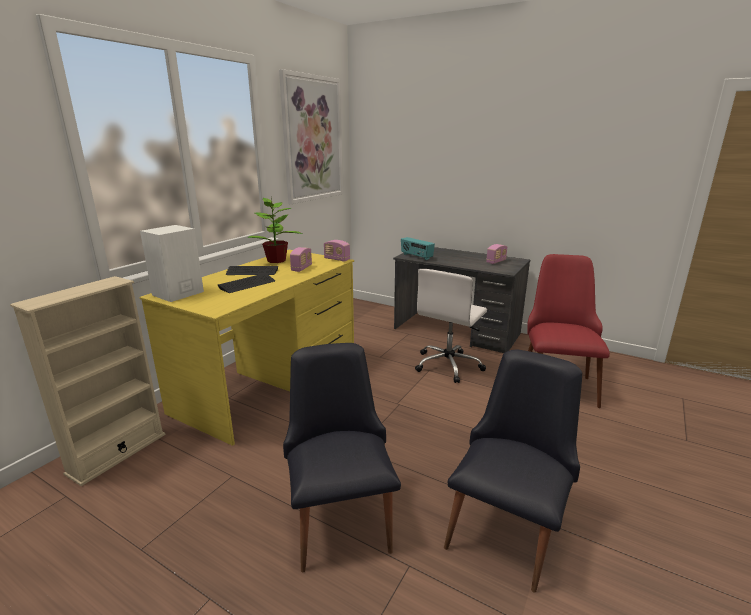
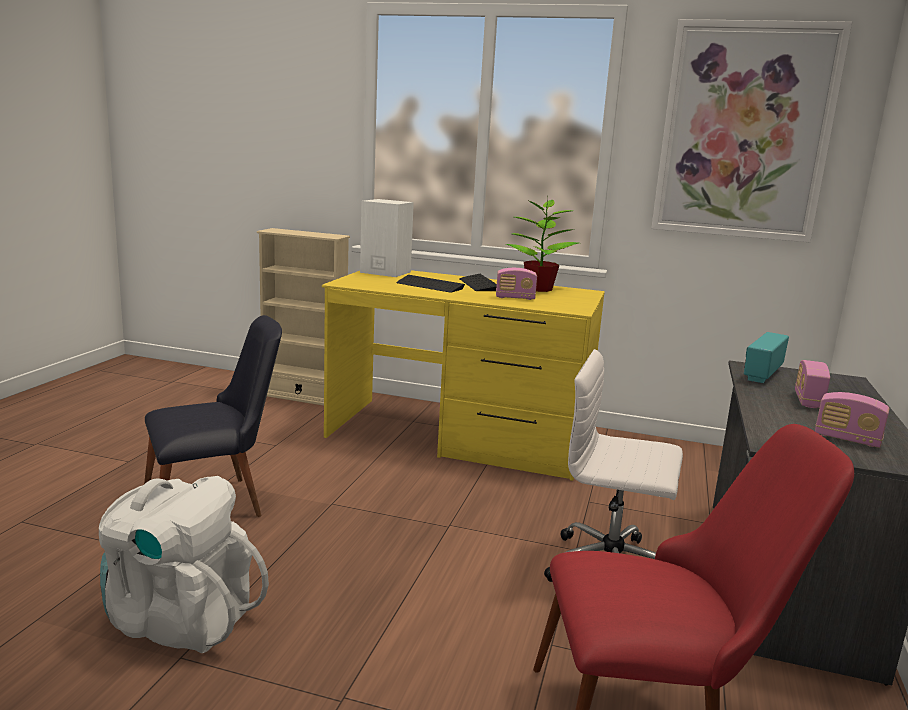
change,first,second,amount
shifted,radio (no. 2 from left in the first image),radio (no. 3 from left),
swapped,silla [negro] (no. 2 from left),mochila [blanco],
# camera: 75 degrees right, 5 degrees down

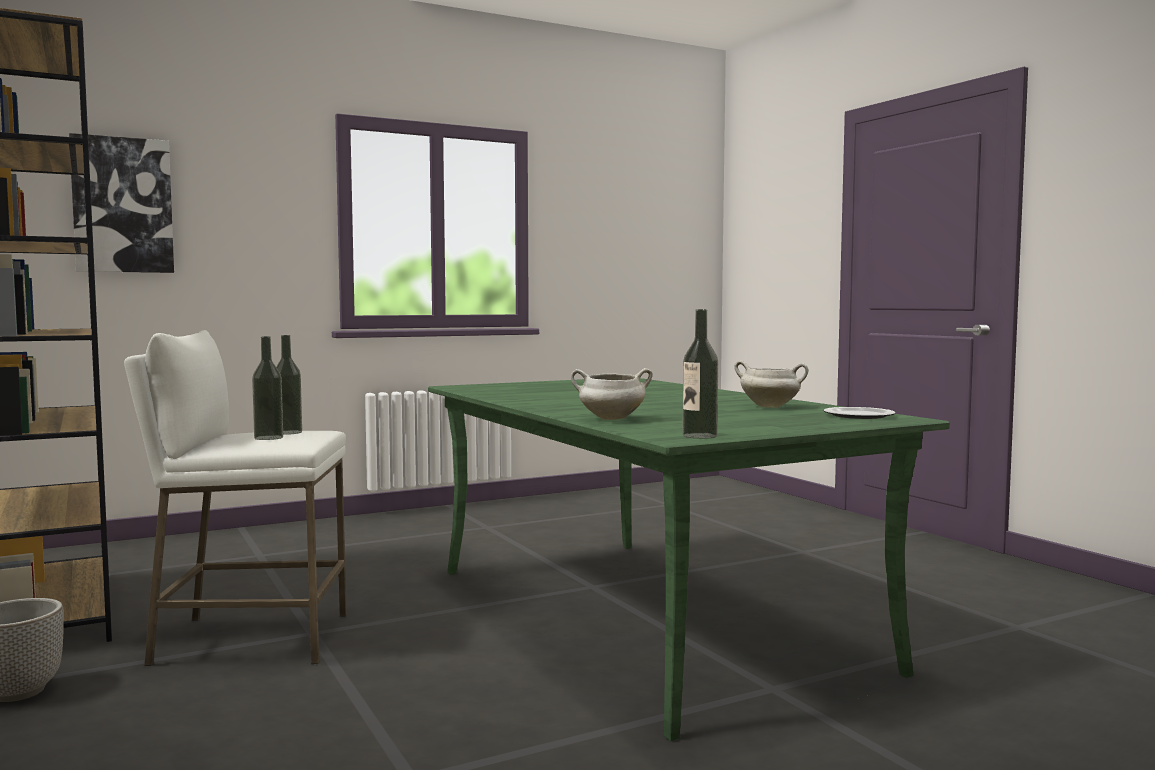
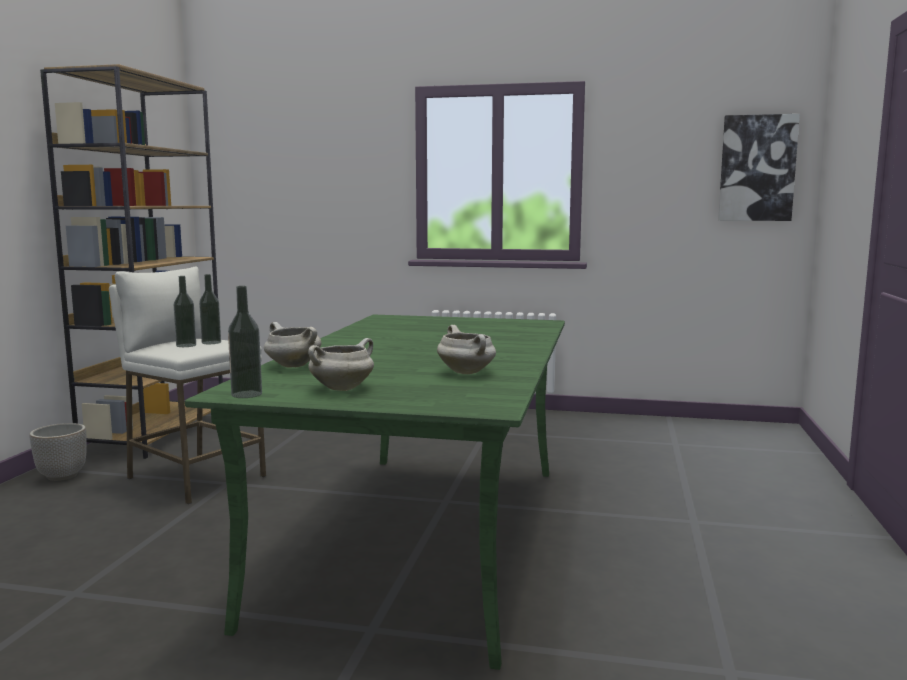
change,first,second,amount
shifted,cuadro,,
gone,plato,,
new,,olla [blanco] (no. 2 from left),
# camera: 40 degrees right, 5 degrees up

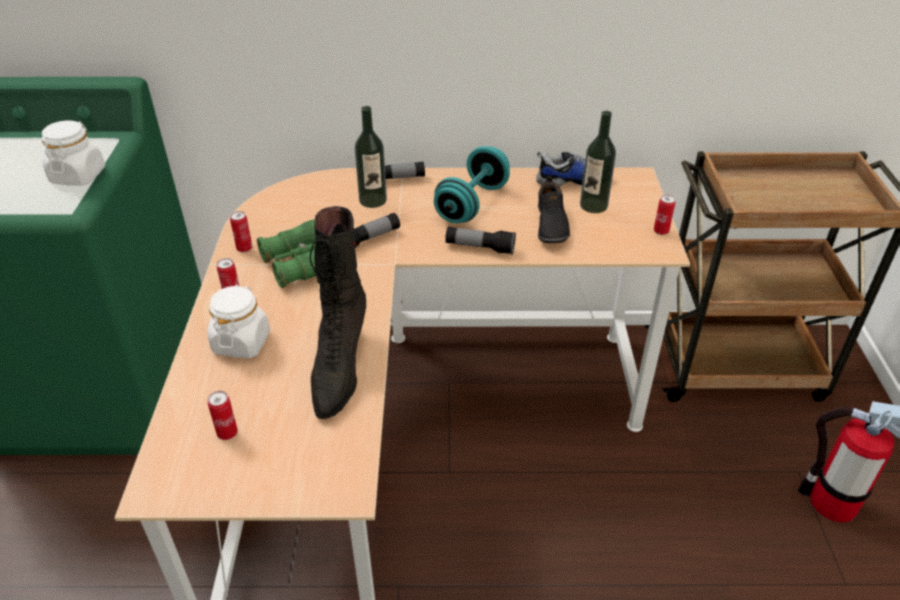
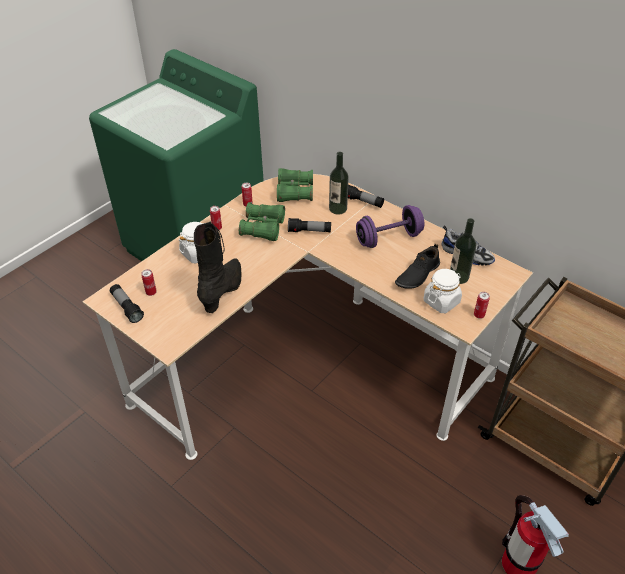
change,first,second,amount
shifted,tarro [blanco] (no. 1 from left in the first image),tarro [blanco] (no. 2 from left),
repainted,mancuerna [turquesa],mancuerna [morado],
rotated,bota [negro],,150 degrees clockwise
shifted,linterna (no. 3 from left in the first image),linterna (no. 1 from left),
new,,prismáticos [verde] (no. 2 from left),
# camera: 40 degrees right, 5 degrees up

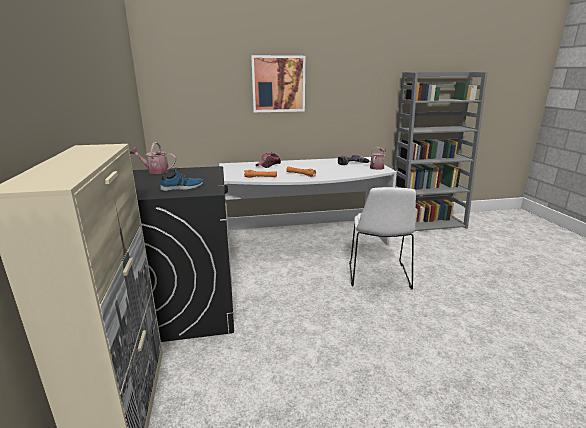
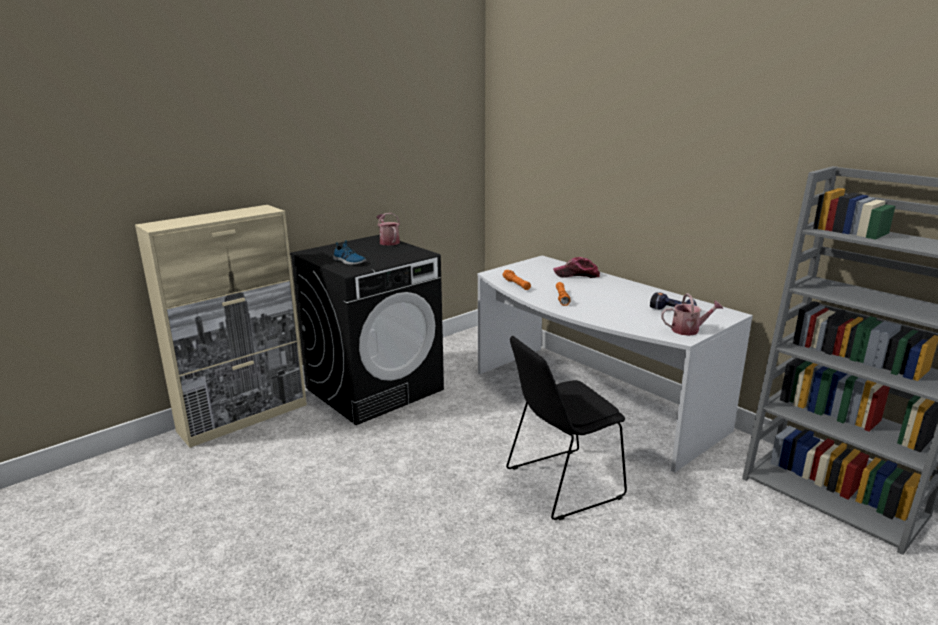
change,first,second,amount
gone,cuadro,,
repainted,silla [blanco],silla [negro],
# camera: 60 degrees right, 0 degrees up

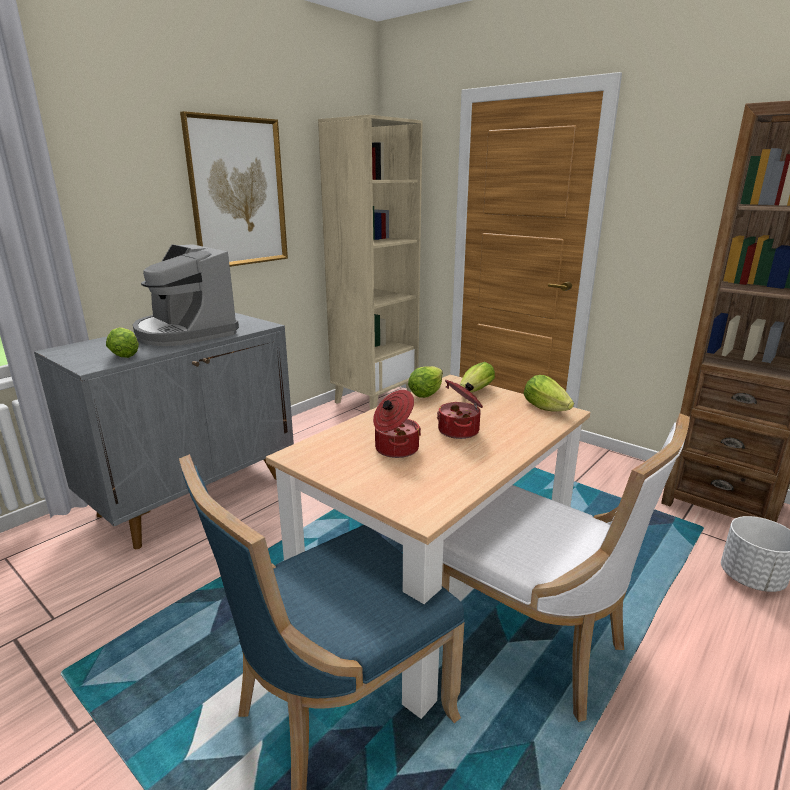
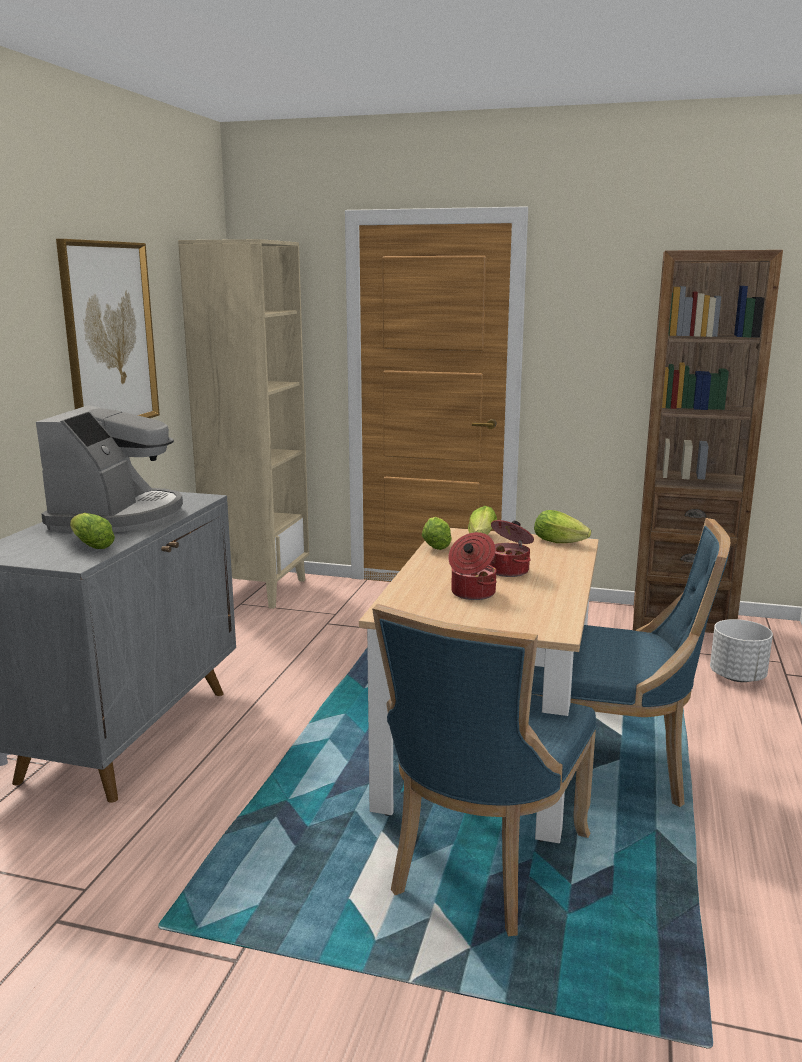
change,first,second,amount
rotated,cafetera,,105 degrees counterclockwise
repainted,silla [blanco],silla [azul] (no. 2 from left),
# camera: 25 degrees left, 5 degrees down

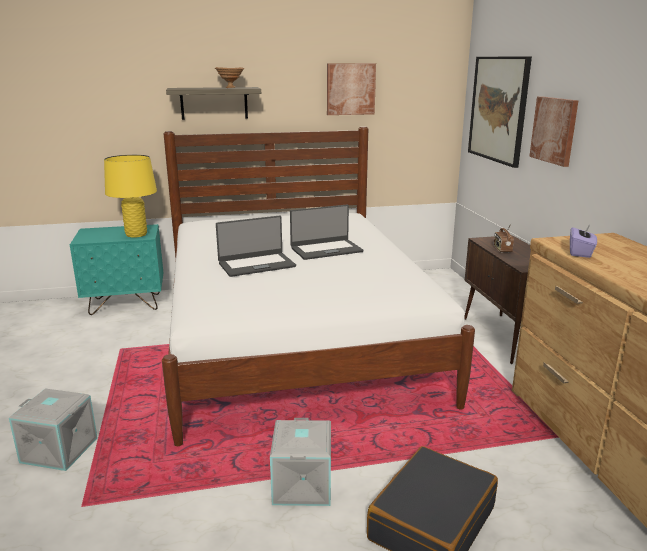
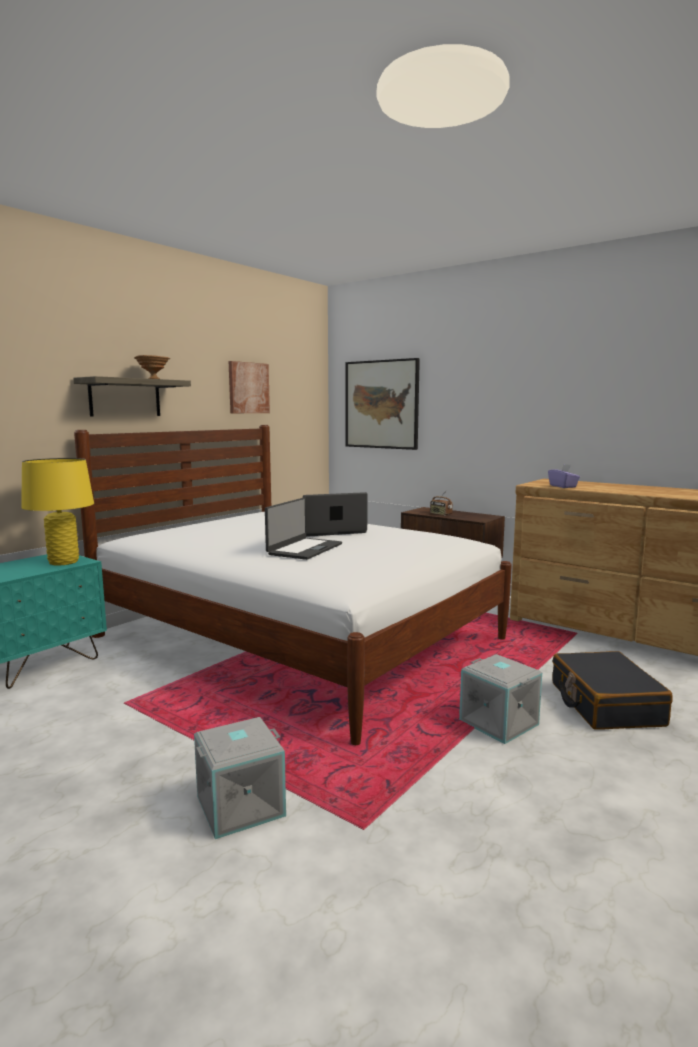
change,first,second,amount
gone,cuadro (no. 3 from left),,
rotated,portátil (no. 2 from left),,135 degrees counterclockwise
# camera: 40 degrees left, 10 degrees down

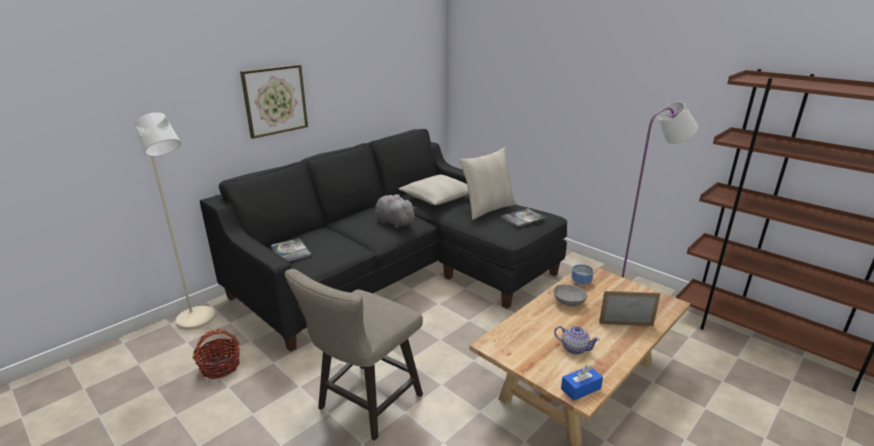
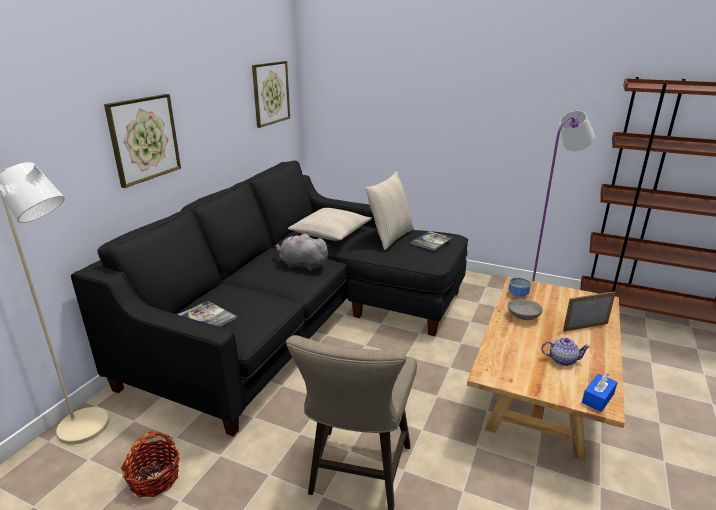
change,first,second,amount
new,,cuadro (no. 2 from left),
# camera: 20 degrees left, 0 degrees up

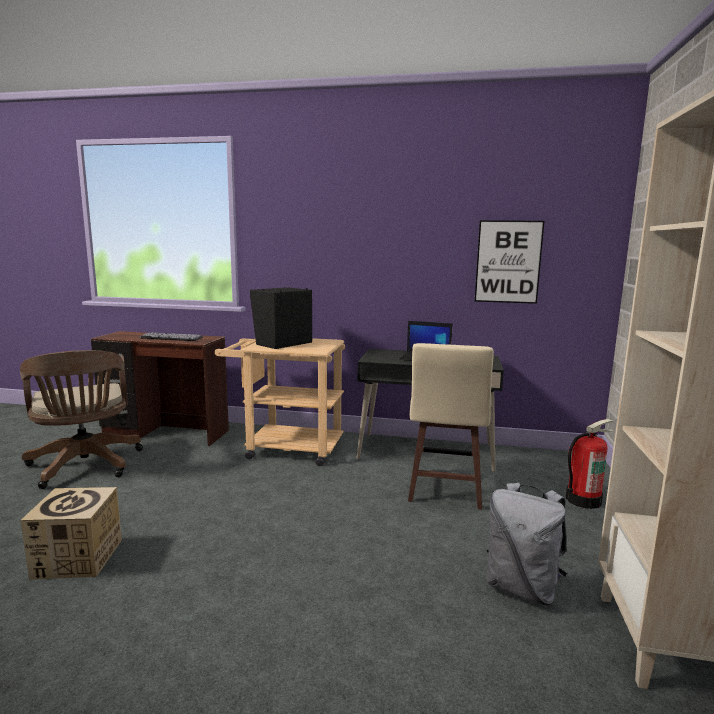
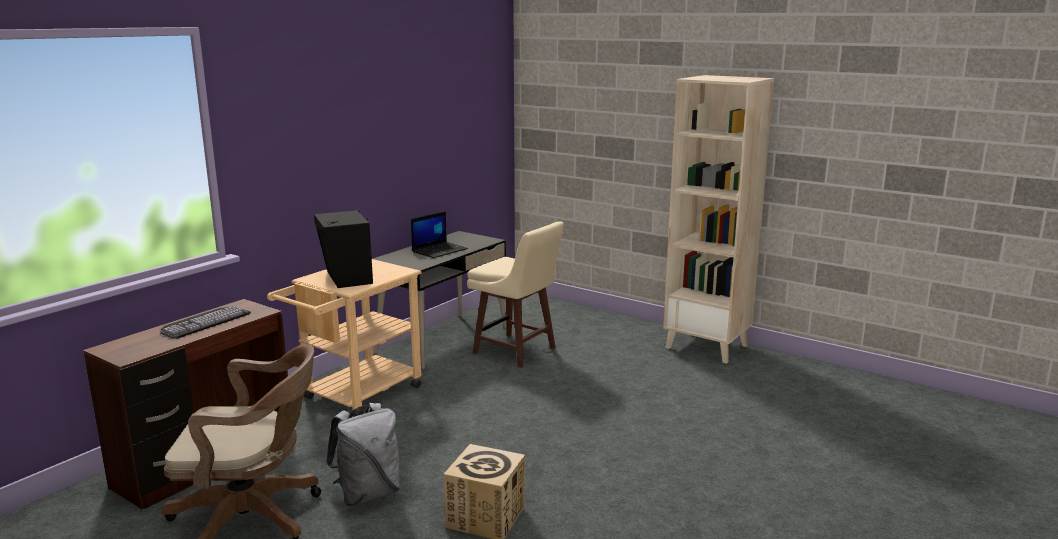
change,first,second,amount
gone,cuadro,,
gone,extintor,,
shifted,mochila [gris],,
# camera: 65 degrees left, 5 degrees up

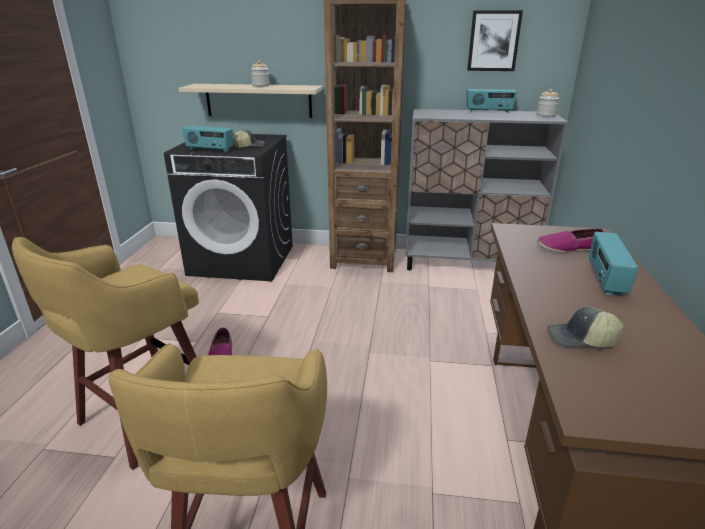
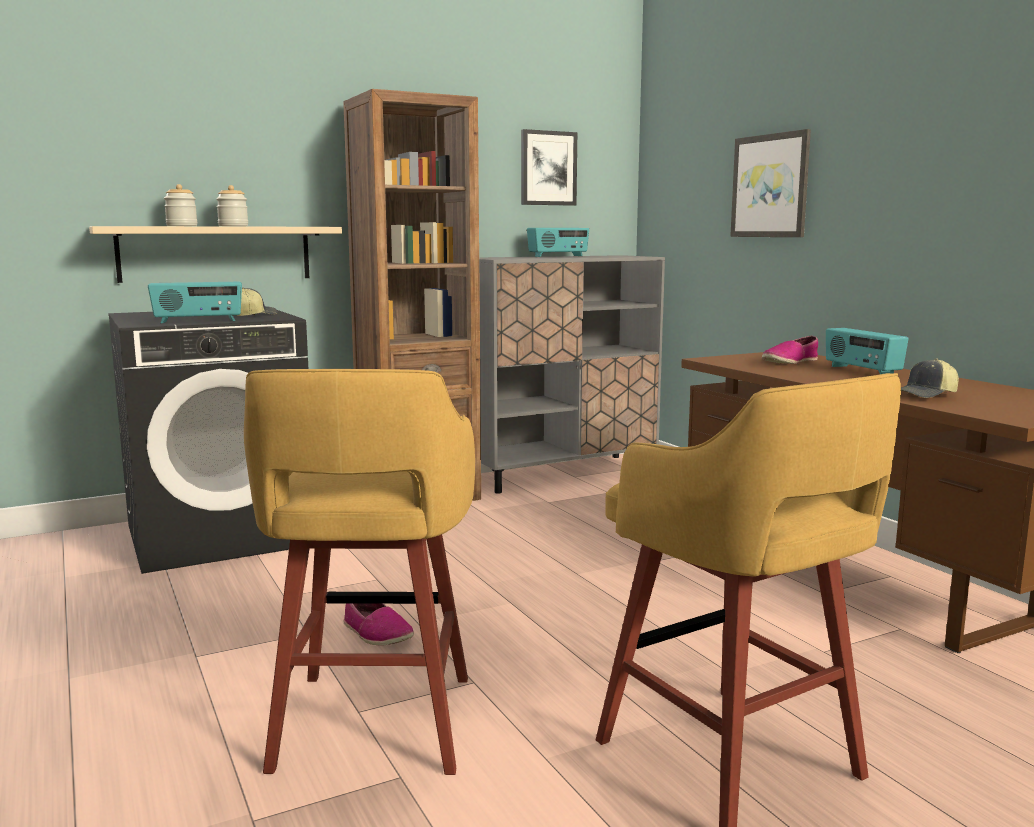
change,first,second,amount
shifted,tarro (no. 2 from left in the first image),tarro (no. 1 from left),
new,,cuadro (no. 2 from left),
# camera: 35 degrees left, 15 degrees down

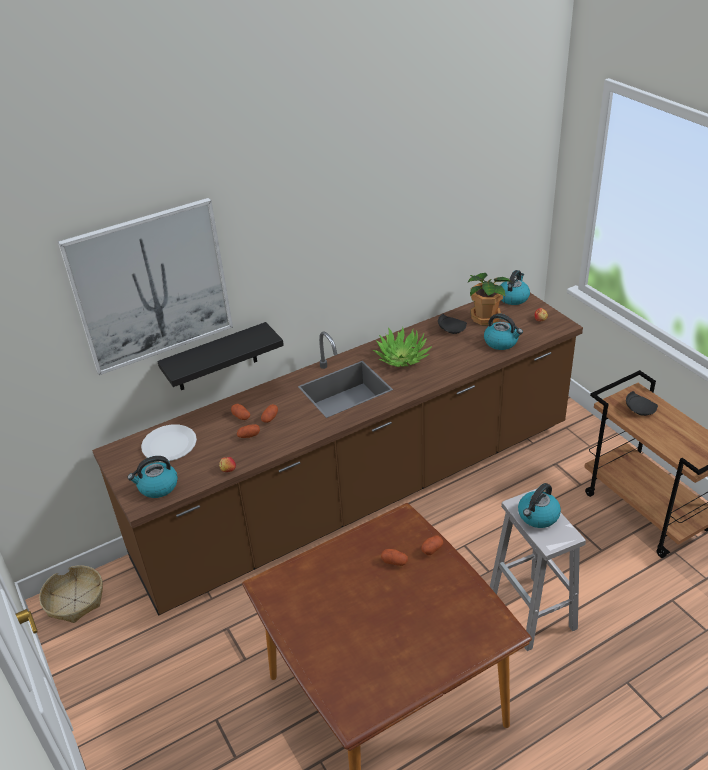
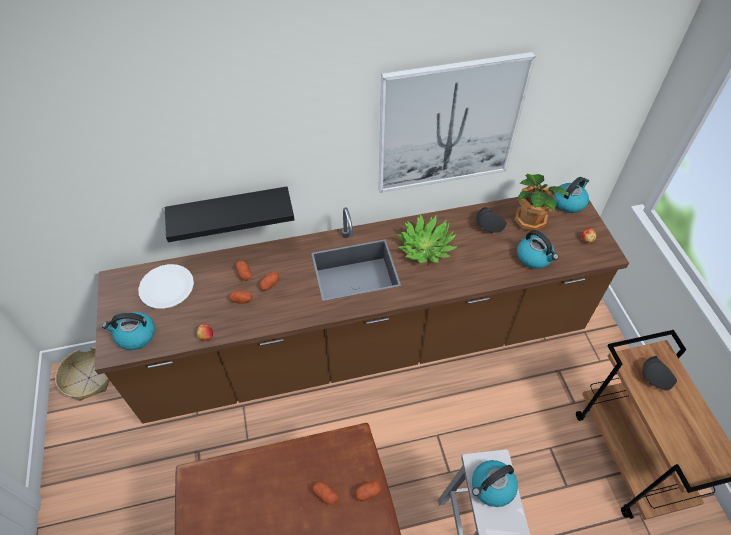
change,first,second,amount
shifted,cuadro,,
# camera: 15 degrees right, 15 degrees up

